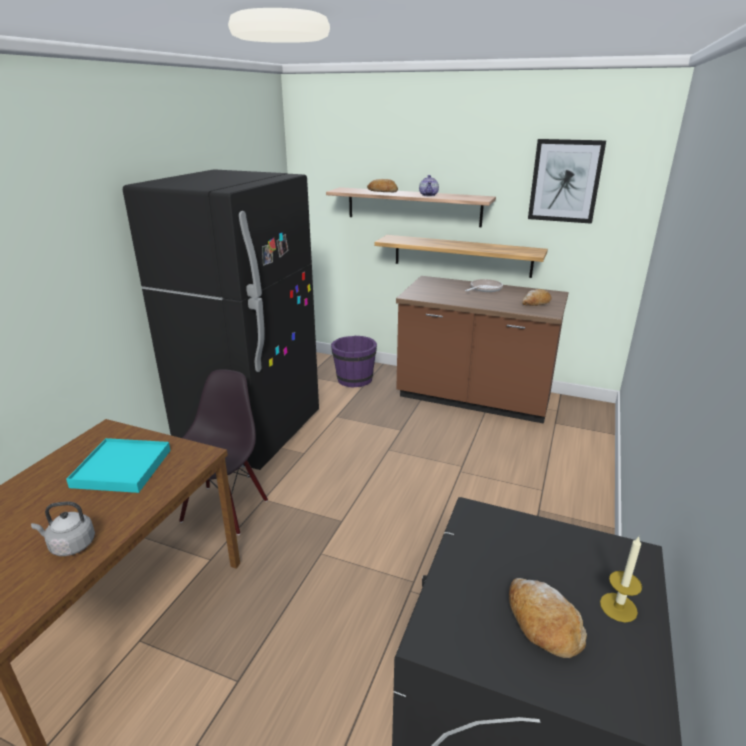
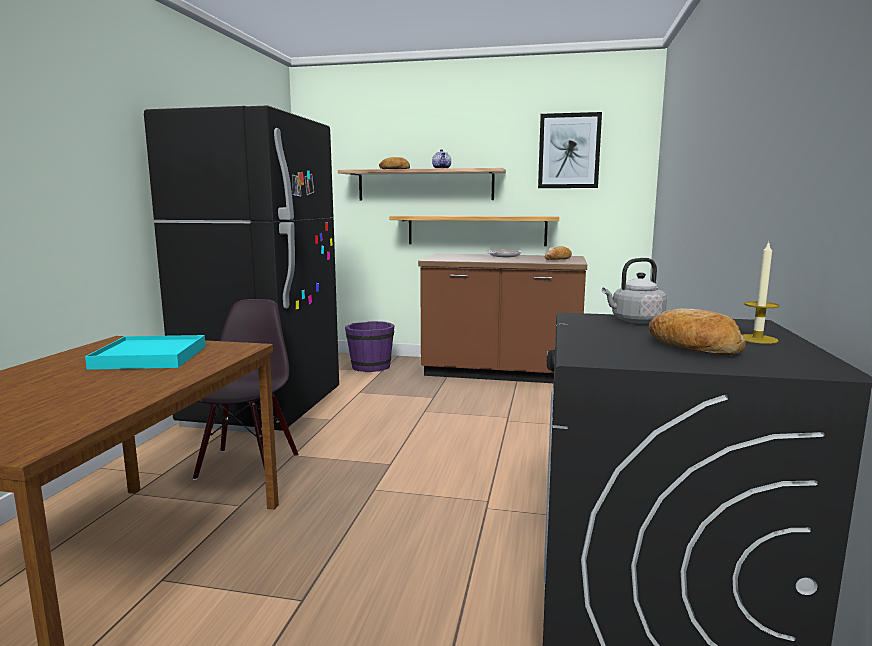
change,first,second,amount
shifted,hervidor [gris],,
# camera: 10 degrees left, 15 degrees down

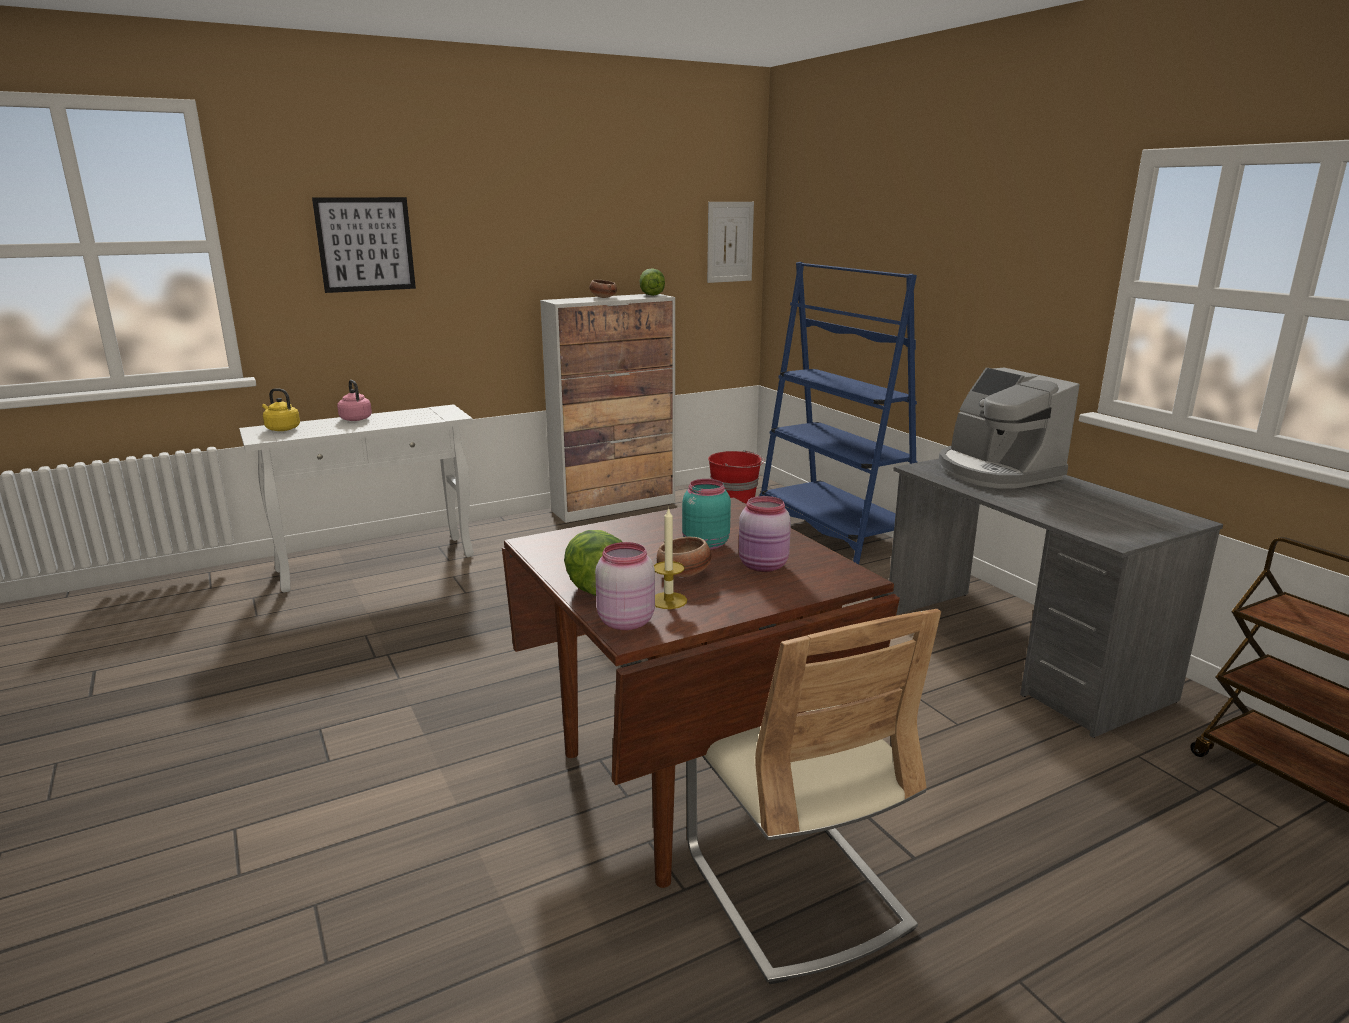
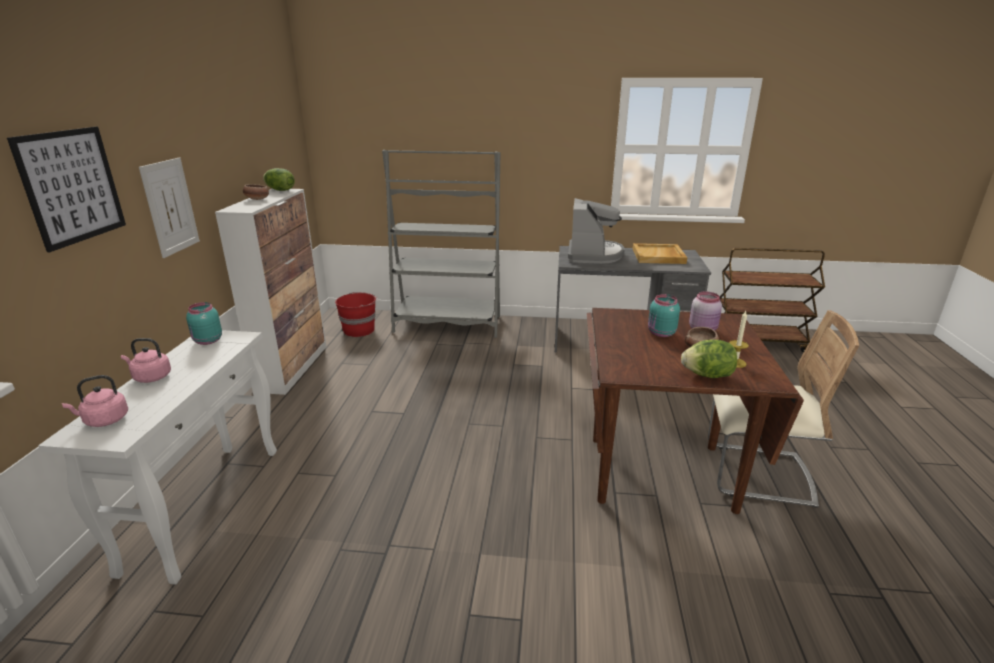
change,first,second,amount
shifted,cuadro (no. 2 from left),,
repainted,estantería [azul],estantería [gris],
rotated,cafetera,,90 degrees counterclockwise
repainted,hervidor [amarillo],hervidor [rosa] (no. 1 from left),
gone,tarro [rosa] (no. 1 from left),,
new,,bandeja [beis],
new,,tarro [turquesa] (no. 1 from left),
# camera: 55 degrees left, 5 degrees up

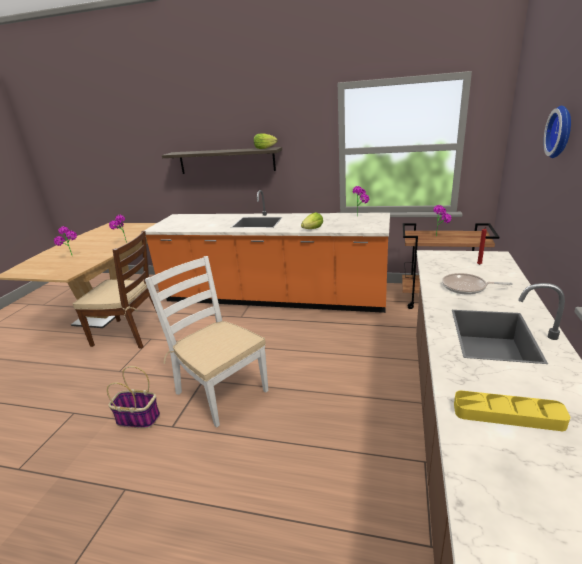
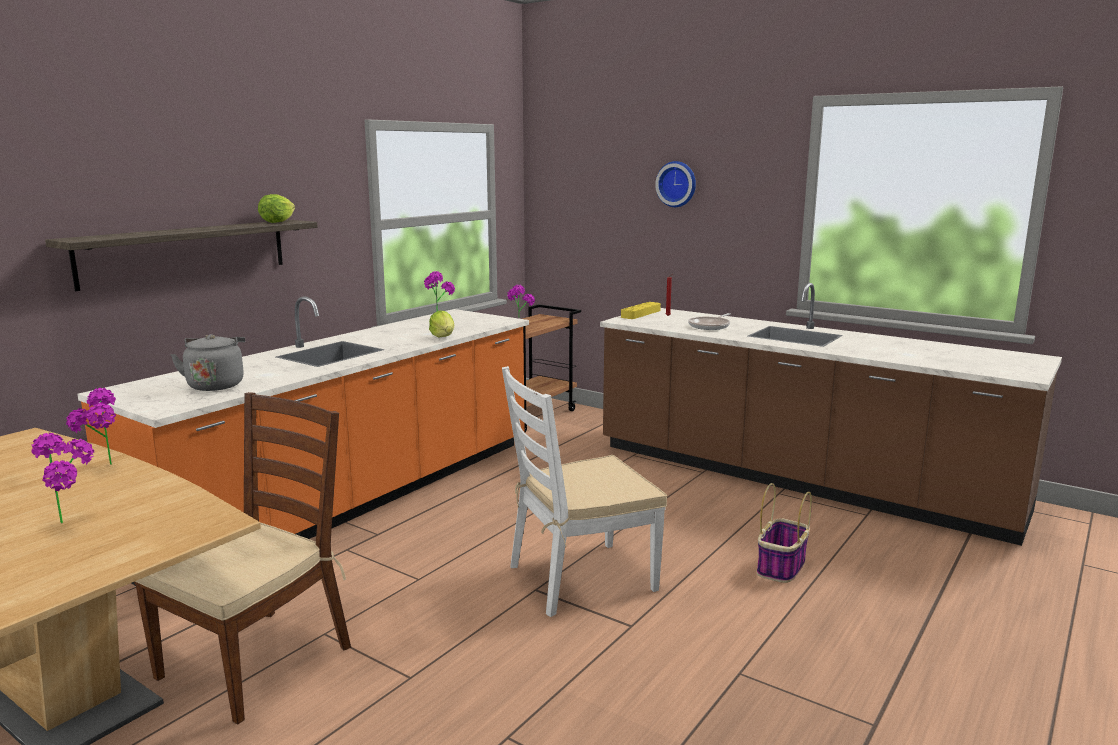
change,first,second,amount
shifted,cesta,,
shifted,bandeja [amarillo],,
new,,hervidor [gris],
# camera: 70 degrees left, 10 degrees down

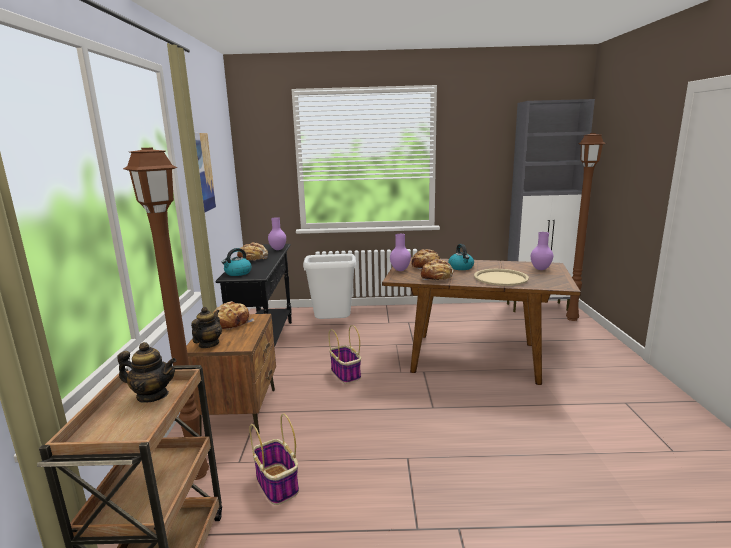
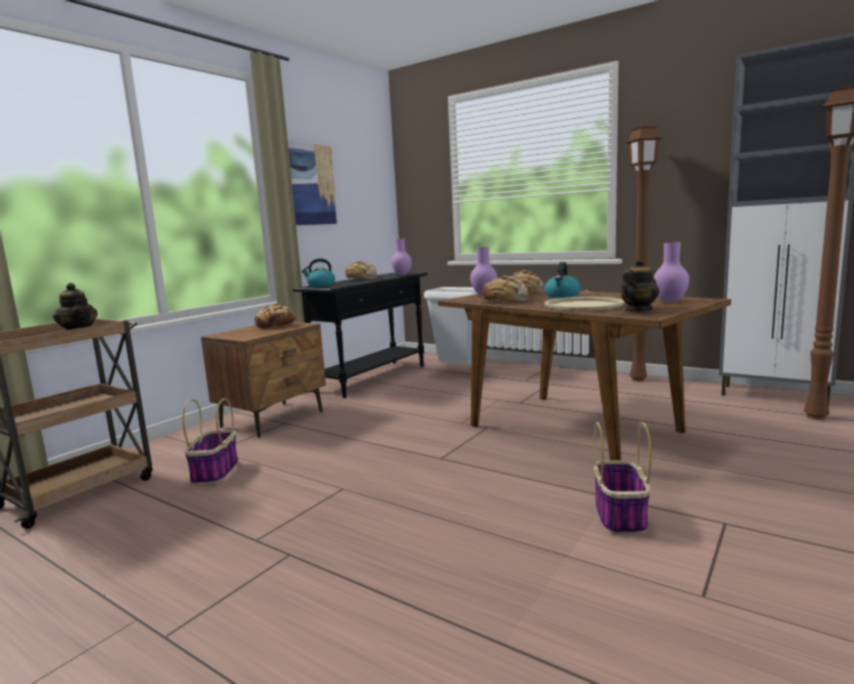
change,first,second,amount
shifted,lámpara de pie [marrón] (no. 1 from left),,
shifted,tetera (no. 2 from left),,
shifted,cesta (no. 2 from left),,
# camera: 35 degrees right, 5 degrees down

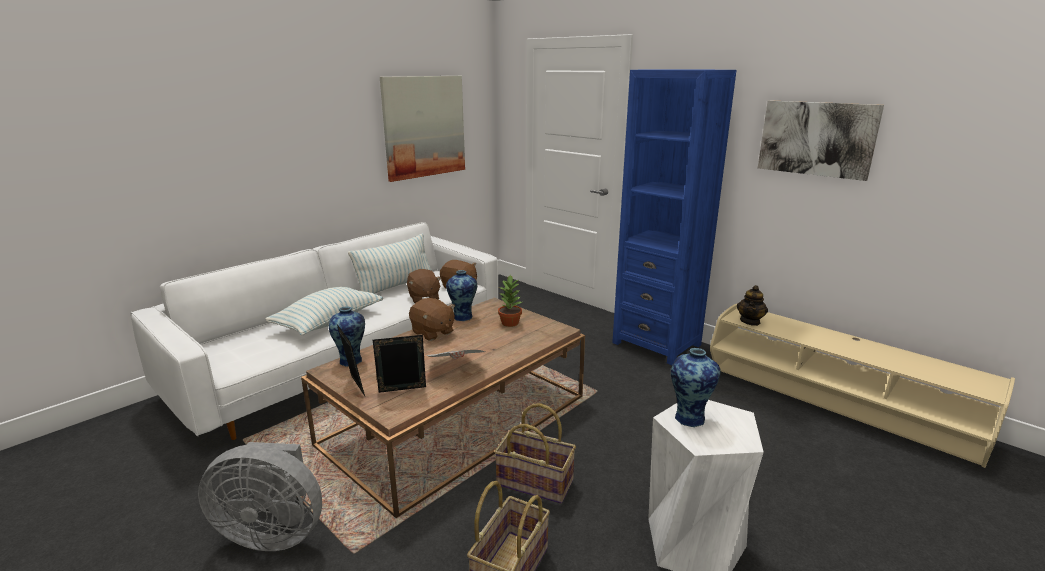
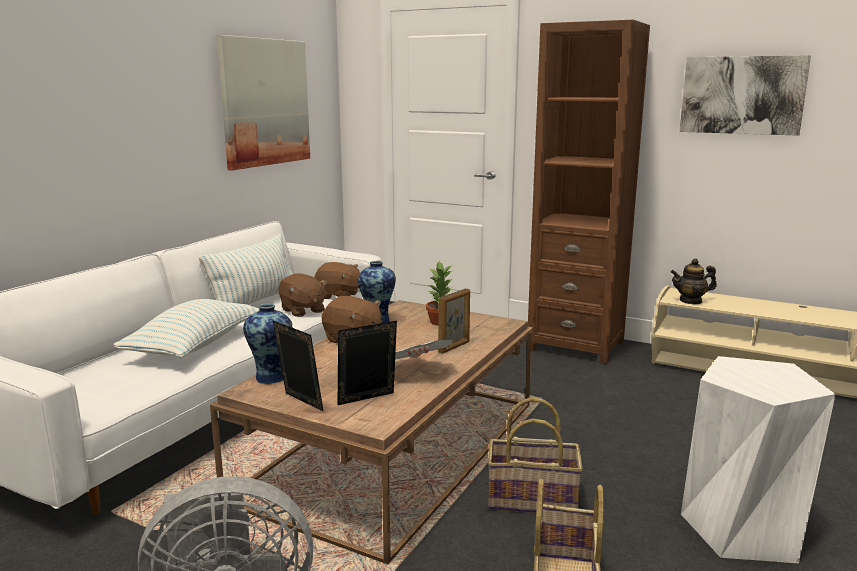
change,first,second,amount
repainted,estantería [azul],estantería [marrón],
rotated,tetera,,75 degrees clockwise
gone,florero (no. 3 from left),,
new,,portarretratos (no. 3 from left),
# camera: 15 degrees left, 5 degrees down

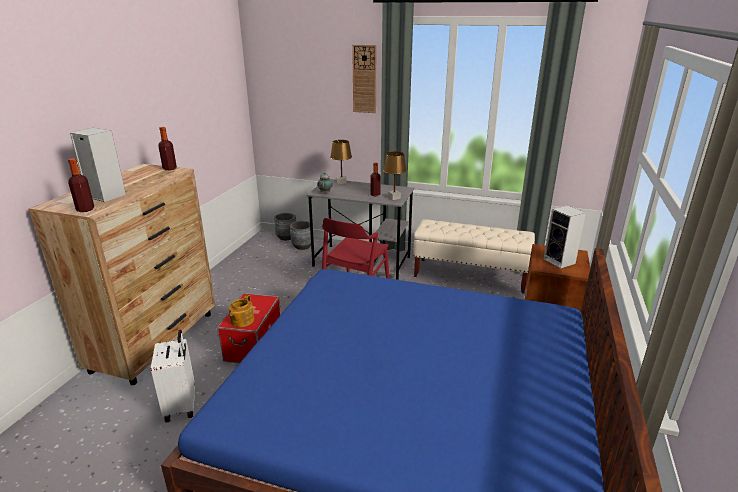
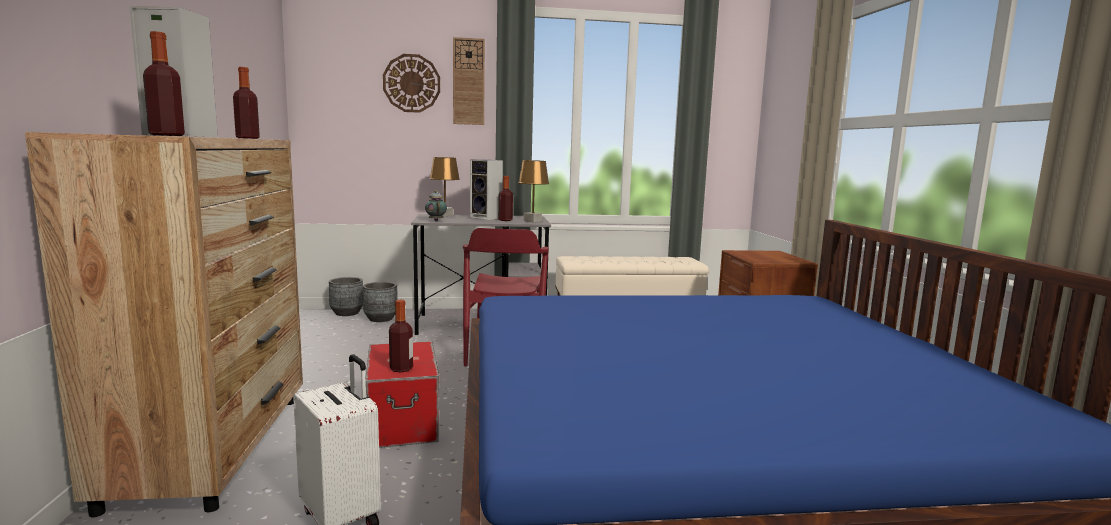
change,first,second,amount
shifted,altavoz (no. 2 from left),,
swapped,tetera (no. 1 from left),botella (no. 3 from left),
new,,reloj de pared (no. 1 from left),
# camera: 25 degrees left, 15 degrees down

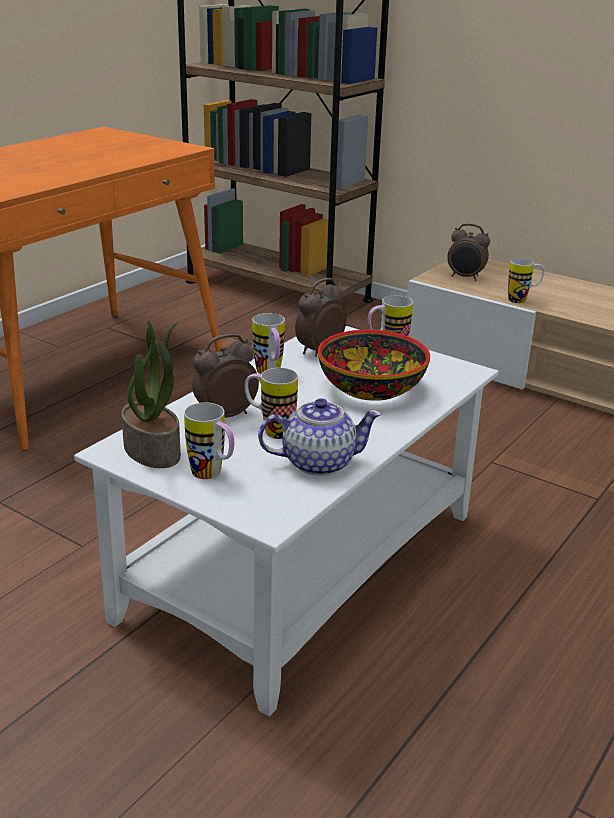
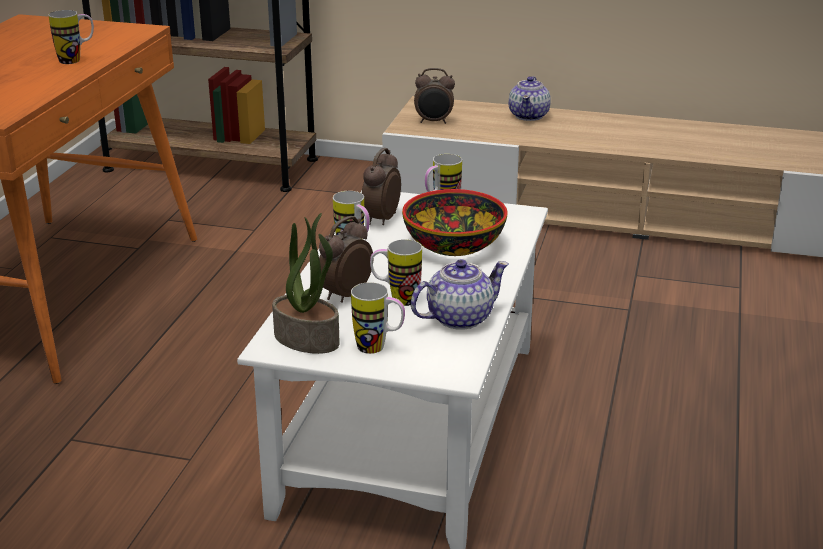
change,first,second,amount
shifted,taza grande (no. 5 from left in the first image),taza grande (no. 1 from left),
new,,tetera (no. 2 from left),
# camera: 20 degrees left, 0 degrees up

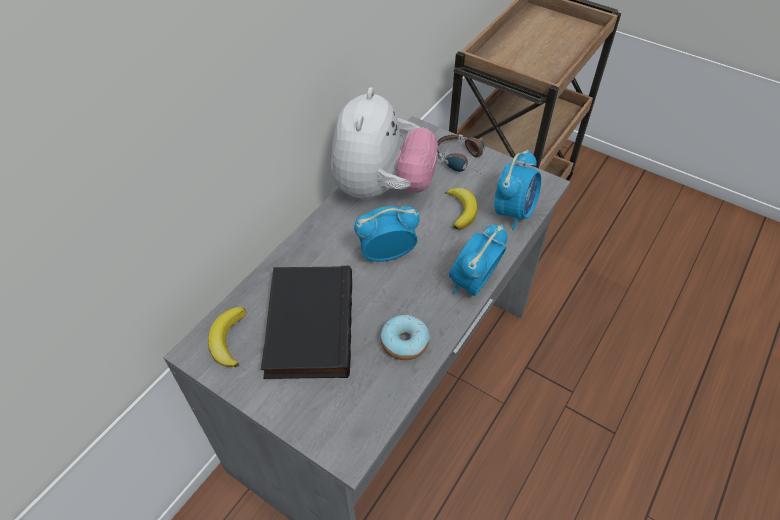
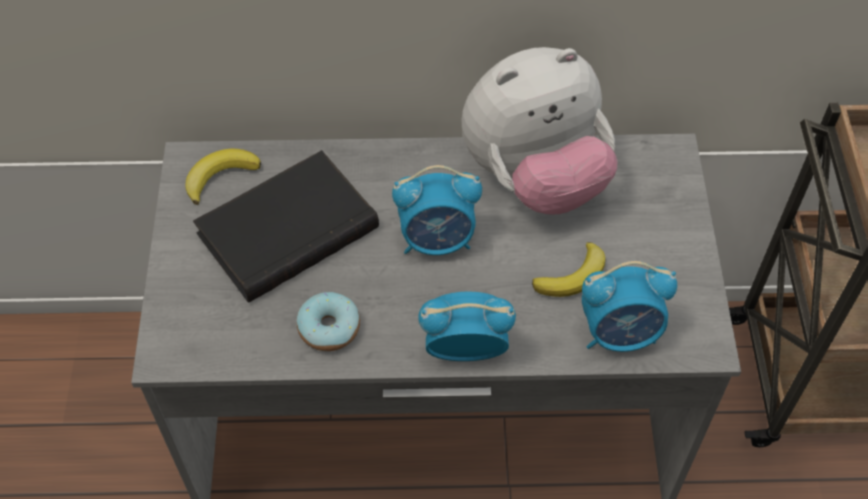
change,first,second,amount
gone,auriculares,,
rotated,despertador (no. 1 from left),,135 degrees clockwise
# camera: 55 degrees right, 5 degrees up

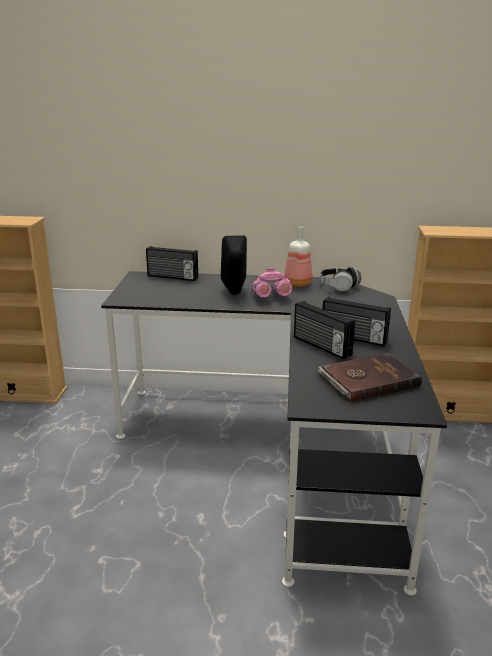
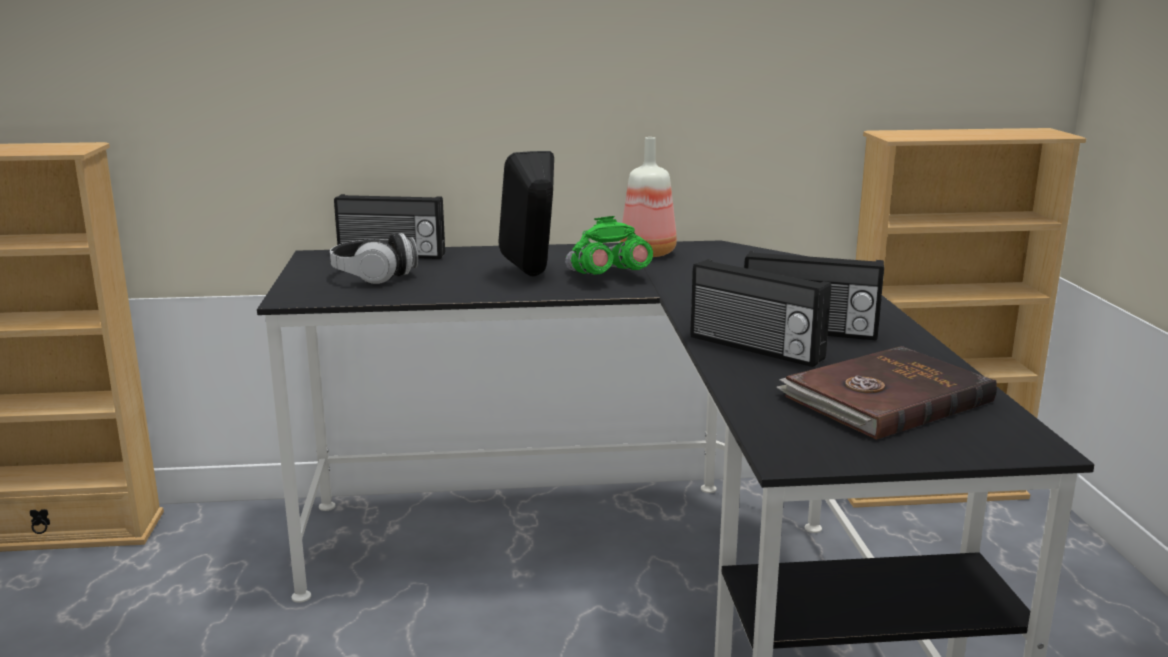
change,first,second,amount
shifted,auriculares,,
repainted,prismáticos [rosa],prismáticos [verde],
# camera: 10 degrees left, 5 degrees down

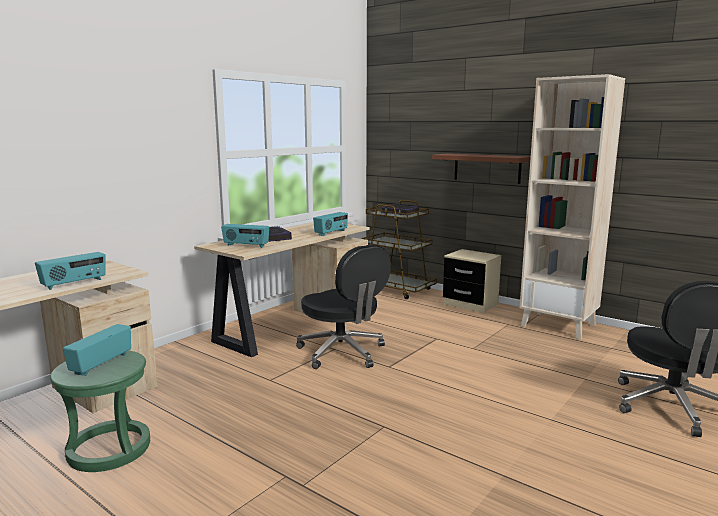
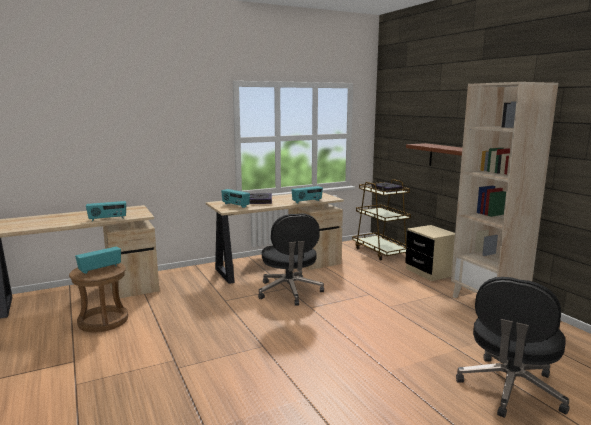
change,first,second,amount
repainted,taburete [verde],taburete [marrón],
# camera: 25 degrees right, 0 degrees up

